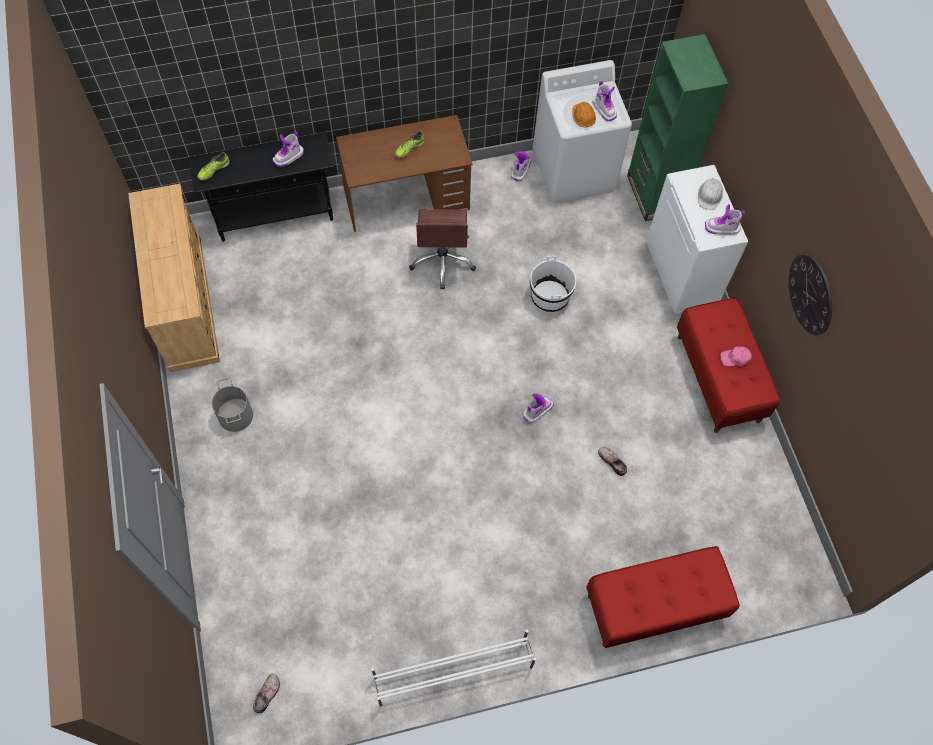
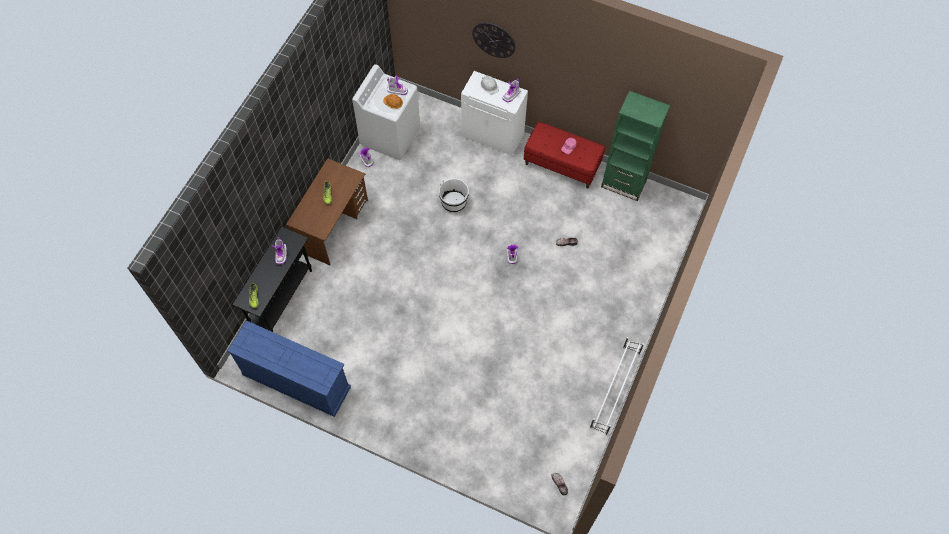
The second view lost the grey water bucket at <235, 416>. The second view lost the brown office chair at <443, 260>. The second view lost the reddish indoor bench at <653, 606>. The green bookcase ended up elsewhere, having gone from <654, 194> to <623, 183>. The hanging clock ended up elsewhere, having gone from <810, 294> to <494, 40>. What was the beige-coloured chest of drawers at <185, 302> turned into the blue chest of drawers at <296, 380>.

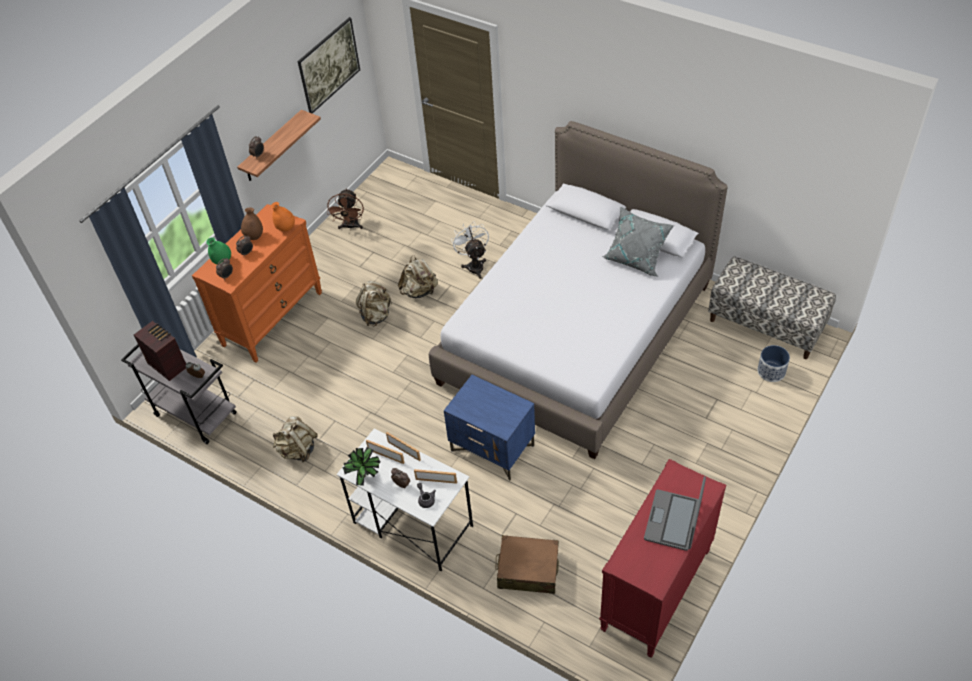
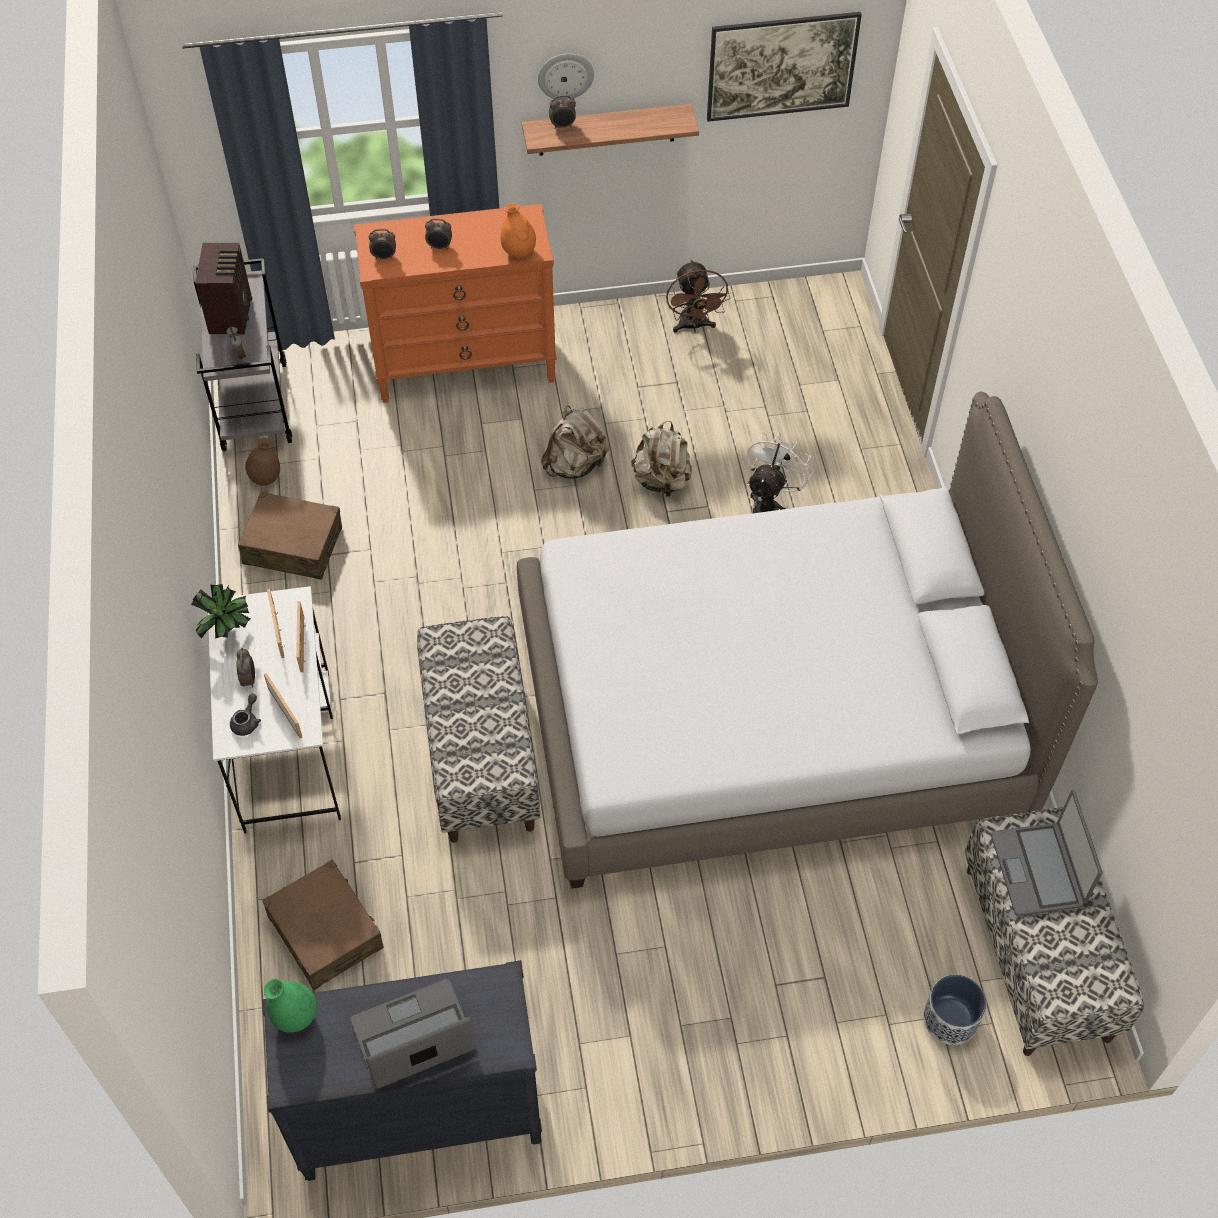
The second view lost the grey throw pillow at <636, 259>. The second view gained the hanging clock at <565, 75>. The second view gained the notebook computer at <1038, 870>. The green flower vase ended up elsewhere, having gone from <222, 261> to <295, 1016>. The brown flower vase ended up elsewhere, having gone from <254, 236> to <266, 478>. Where the beige-coloured knapsack stood at <298, 450>, the brown piece of luggage came to stand at <293, 546>. Where the blue nightstand stood at <493, 448>, the indoor bench came to stand at <482, 754>. What was the reddish chest of drawers at <656, 591> turned into the black-coloured chest of drawers at <418, 1116>. The brown fan at <350, 227> ended up facing another way, 60 degrees counterclockwise from before.

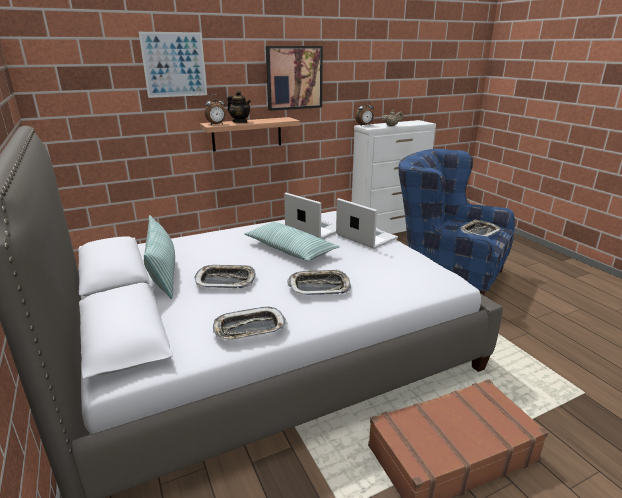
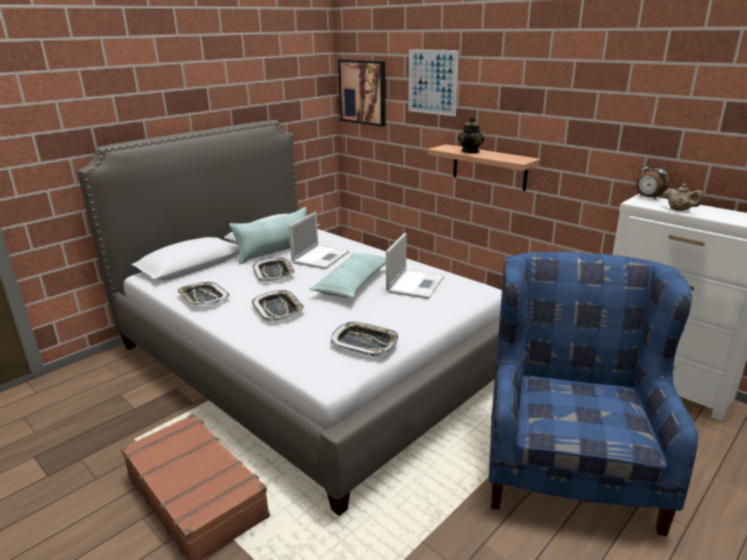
The second view lost the table clock at <217, 124>. The wall picture ended up elsewhere, having gone from <294, 78> to <363, 92>. The notebook computer ended up elsewhere, having gone from <365, 236> to <321, 257>. The serving tray ended up elsewhere, having gone from <479, 232> to <364, 343>.

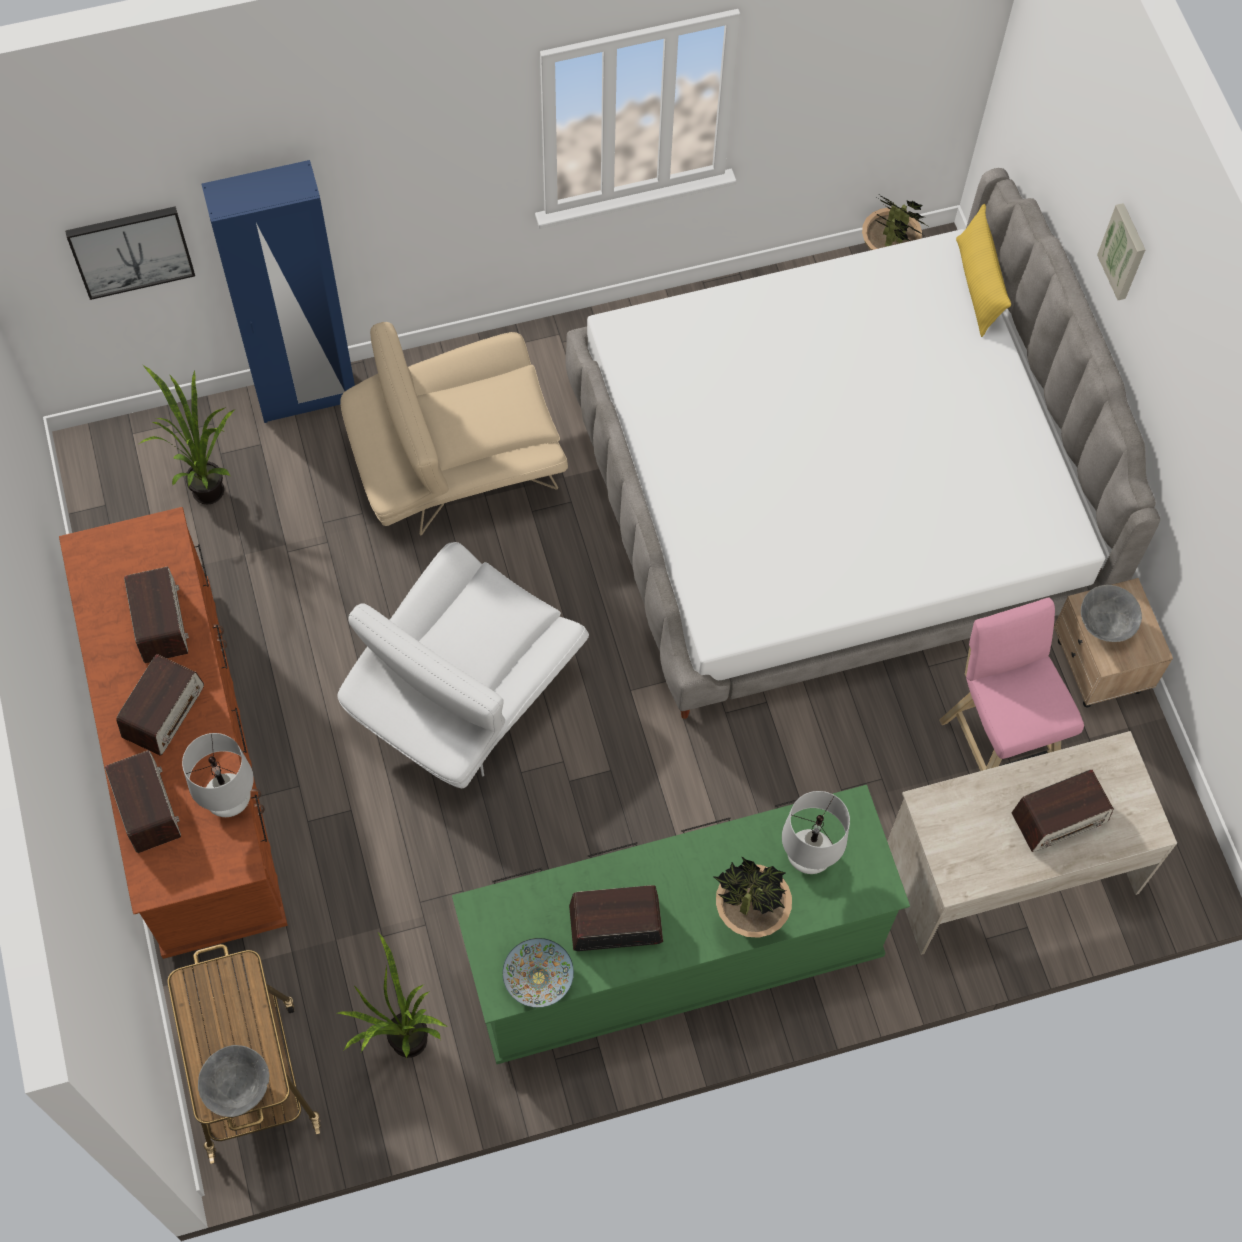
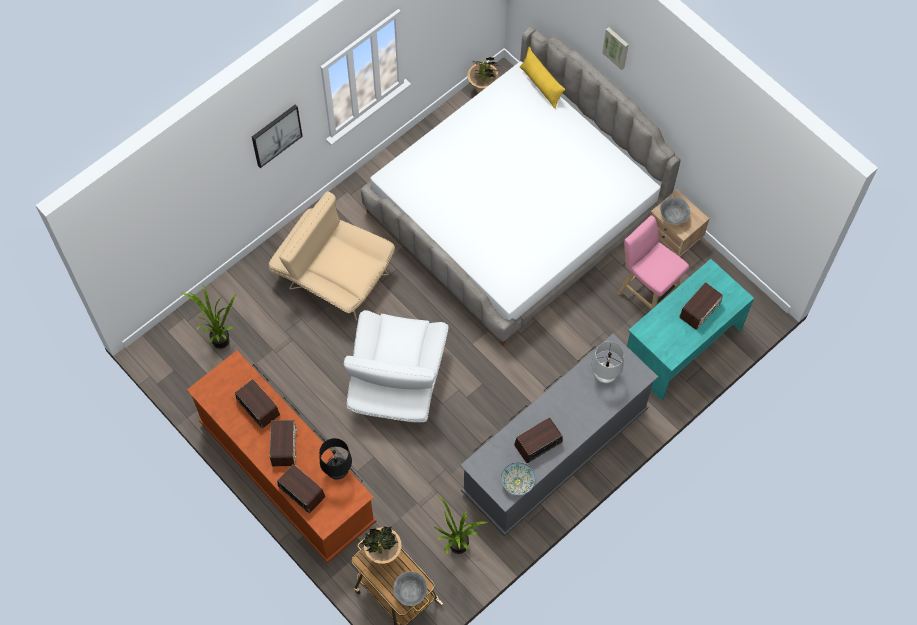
The second view lost the blue wardrobe at <307, 397>. The wall picture ended up elsewhere, having gone from <131, 250> to <276, 135>. The houseplant ended up elsewhere, having gone from <748, 922> to <383, 555>. What was the whitish table lamp at <229, 801> turned into the black-coloured table lamp at <337, 471>. What was the green chest of drawers at <673, 953> turned into the grey chest of drawers at <554, 451>. What was the beige-coloured desk unit at <1009, 869> turned into the turquoise desk unit at <681, 345>. The beige-coloured lounge chair at <456, 465> ended up facing another way, 75 degrees clockwise from before.

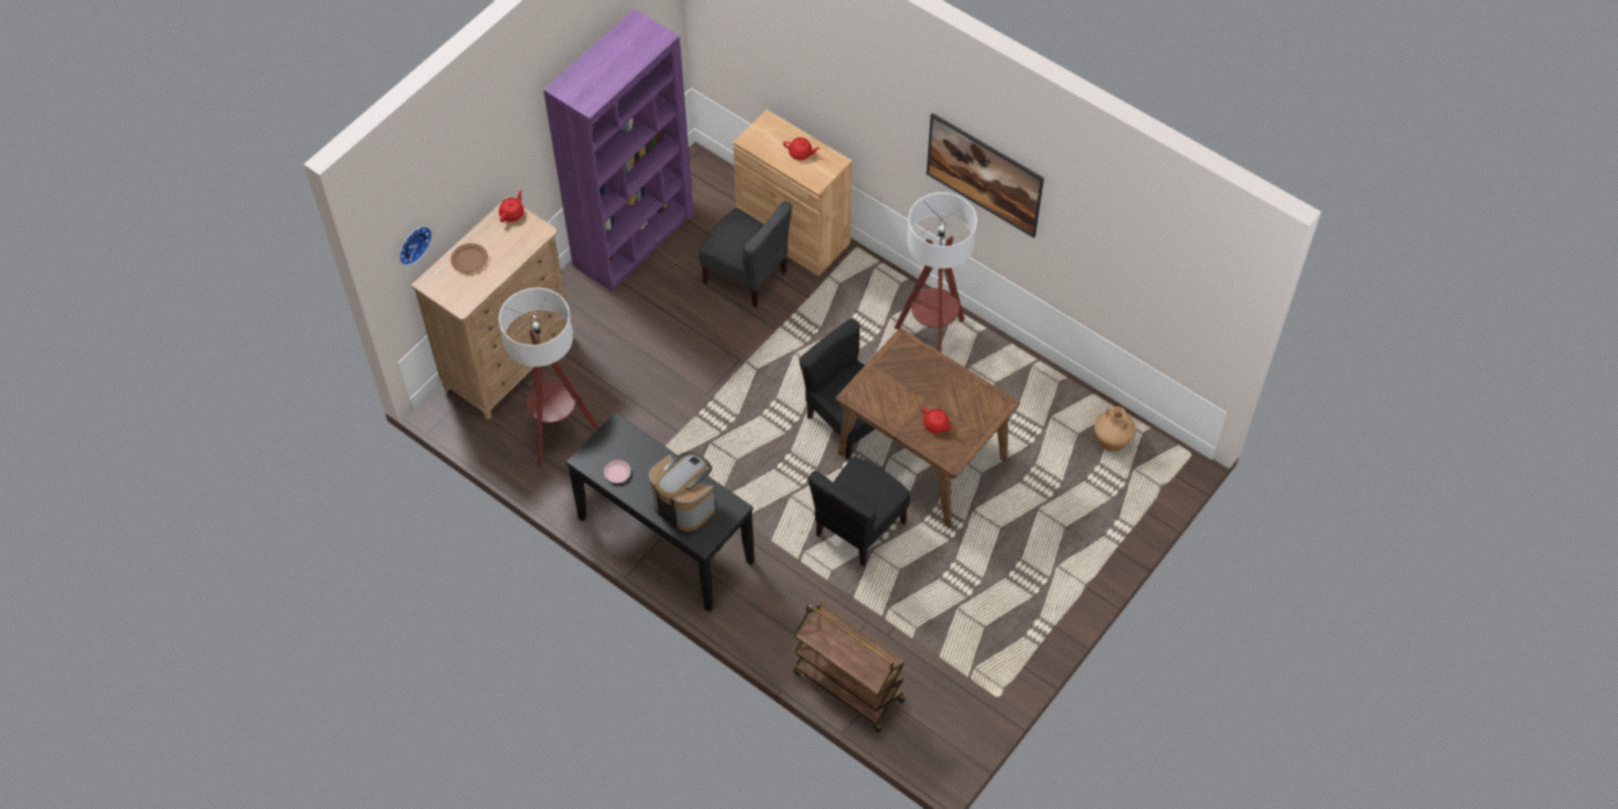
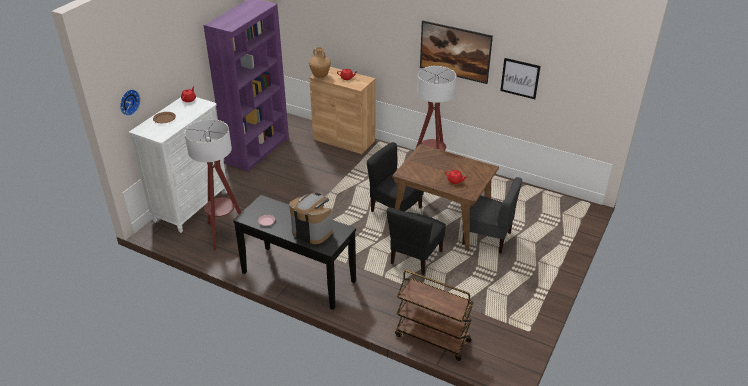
The second view gained the wall picture at <520, 78>. The grey plain chair ended up elsewhere, having gone from <746, 276> to <487, 238>. The brown flower vase ended up elsewhere, having gone from <1111, 442> to <320, 76>. What was the brown chest of drawers at <508, 362> turned into the whitish chest of drawers at <191, 206>.

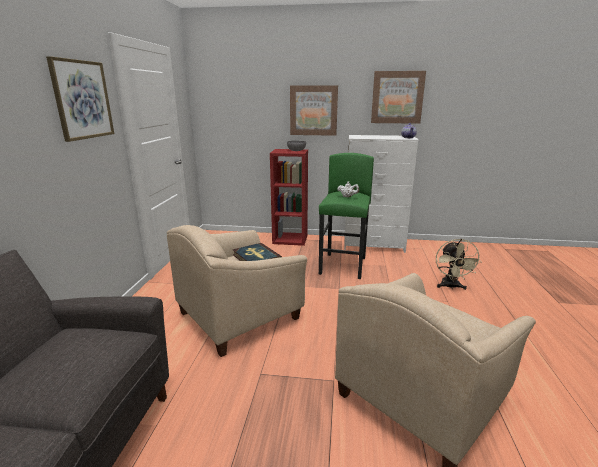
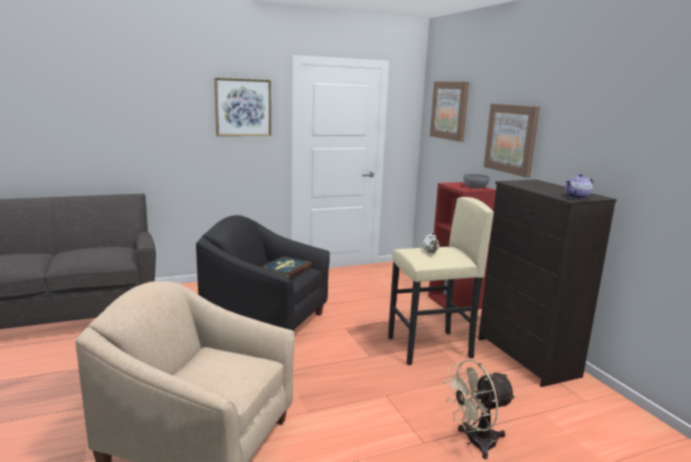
The wall picture ended up elsewhere, having gone from <397, 97> to <450, 110>. What was the beige-coloured lounge chair at <240, 316> turned into the black-coloured lounge chair at <266, 321>. What was the green sitting stool at <343, 266> turned into the beige-coloured sitting stool at <430, 348>. What was the whitish chest of drawers at <374, 245> turned into the black-coloured chest of drawers at <527, 358>.

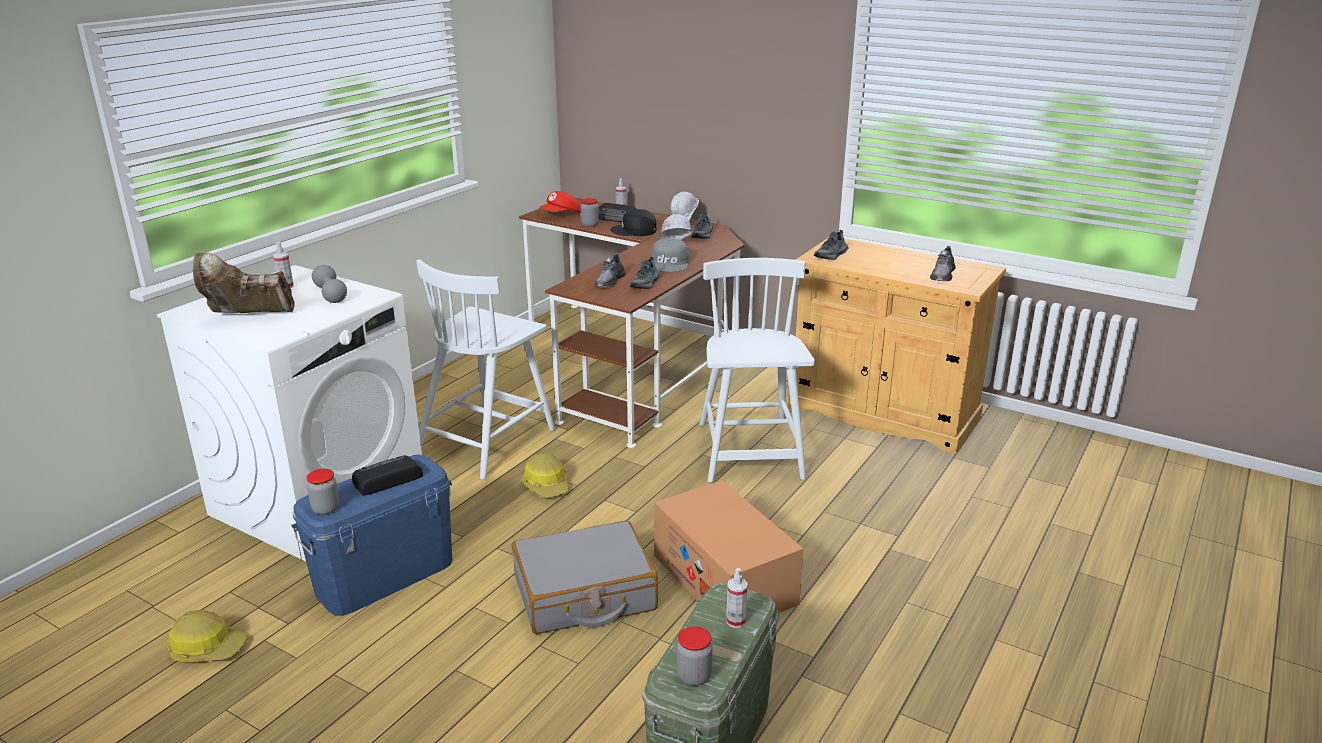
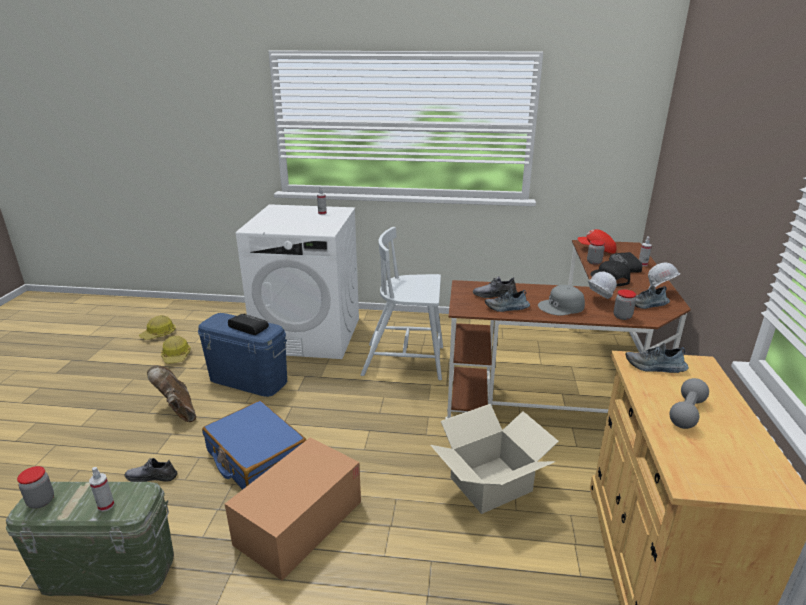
The brown boot ended up elsewhere, having gone from <248, 318> to <178, 411>. The jar ended up elsewhere, having gone from <326, 509> to <622, 316>. The grey free weight ended up elsewhere, having gone from <330, 294> to <686, 413>. The safety helmet ended up elsewhere, having gone from <547, 485> to <159, 334>. The grey item of footwear ended up elsewhere, having gone from <942, 275> to <152, 476>. Where the whitish plain chair stood at <750, 452>, the carton came to stand at <491, 484>. What was the grey piece of luggage at <584, 594> turned into the blue piece of luggage at <256, 458>.

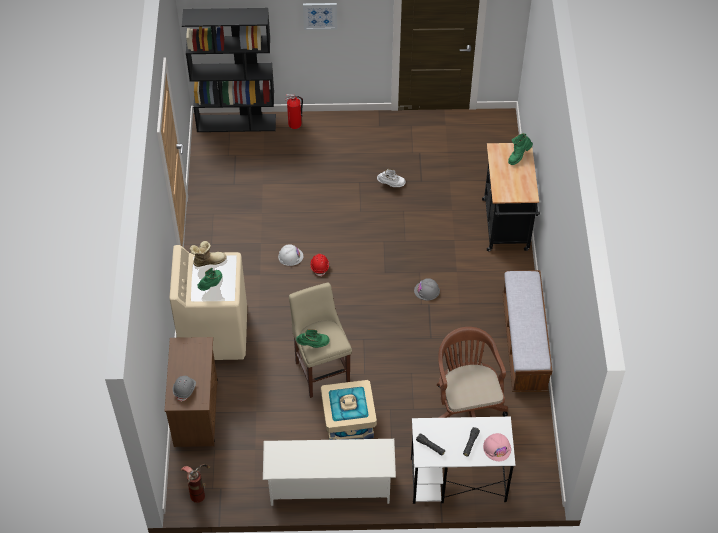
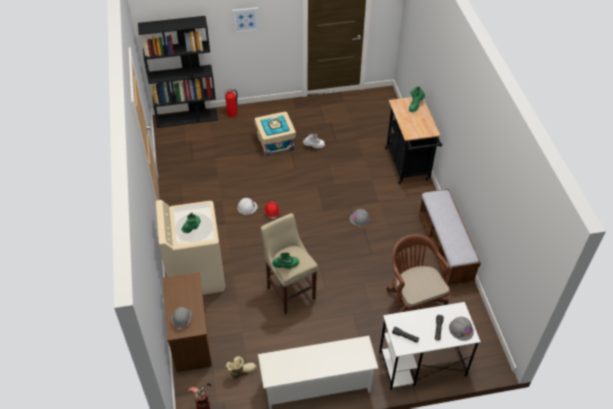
The boot ended up elsewhere, having gone from <208, 260> to <241, 372>. The beige-coloured storage bin ended up elsewhere, having gone from <348, 421> to <275, 142>. What was the pink safety helmet at <497, 448> turned into the grey safety helmet at <461, 329>.

